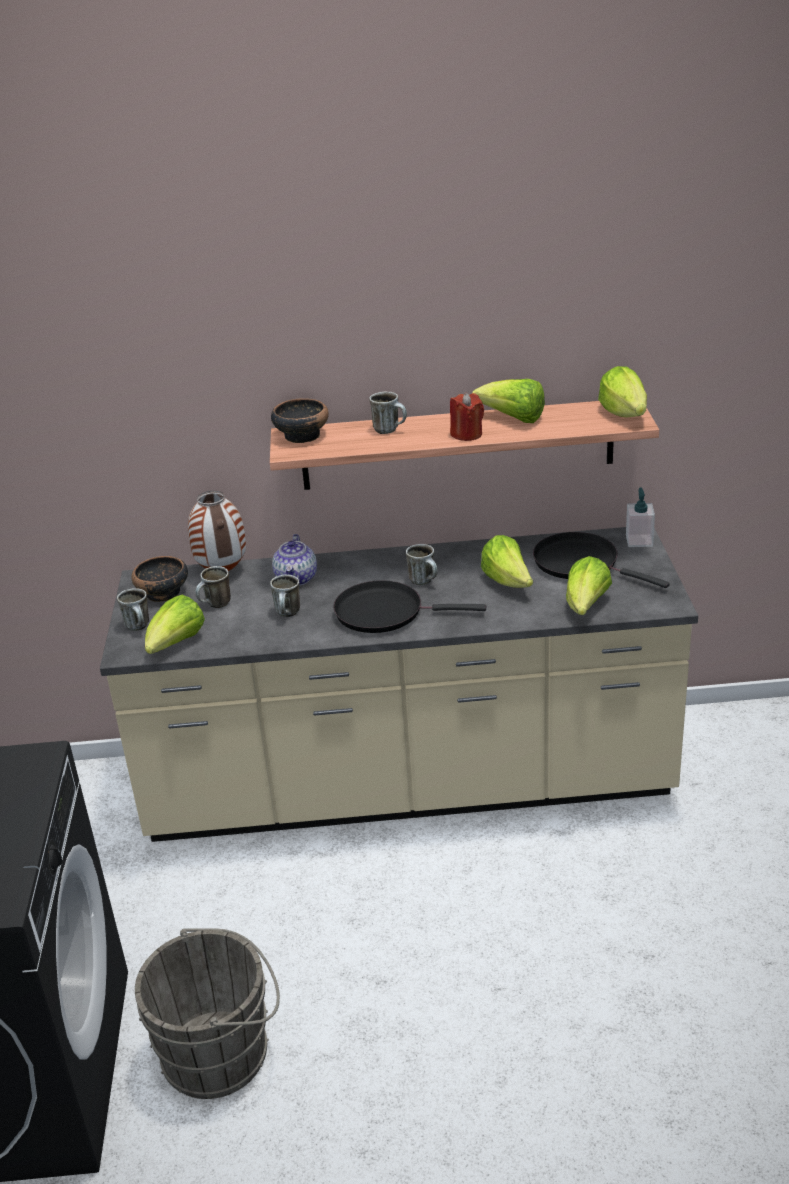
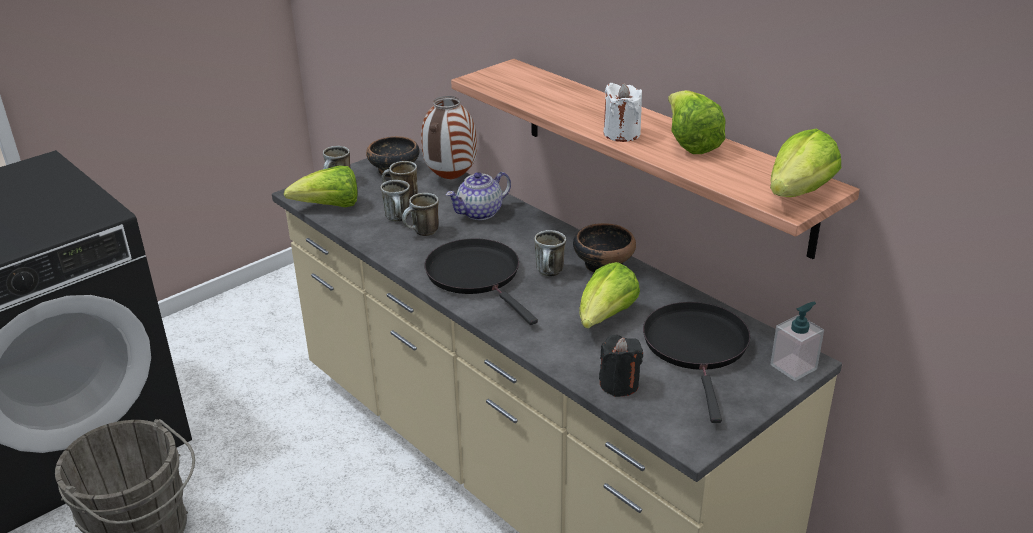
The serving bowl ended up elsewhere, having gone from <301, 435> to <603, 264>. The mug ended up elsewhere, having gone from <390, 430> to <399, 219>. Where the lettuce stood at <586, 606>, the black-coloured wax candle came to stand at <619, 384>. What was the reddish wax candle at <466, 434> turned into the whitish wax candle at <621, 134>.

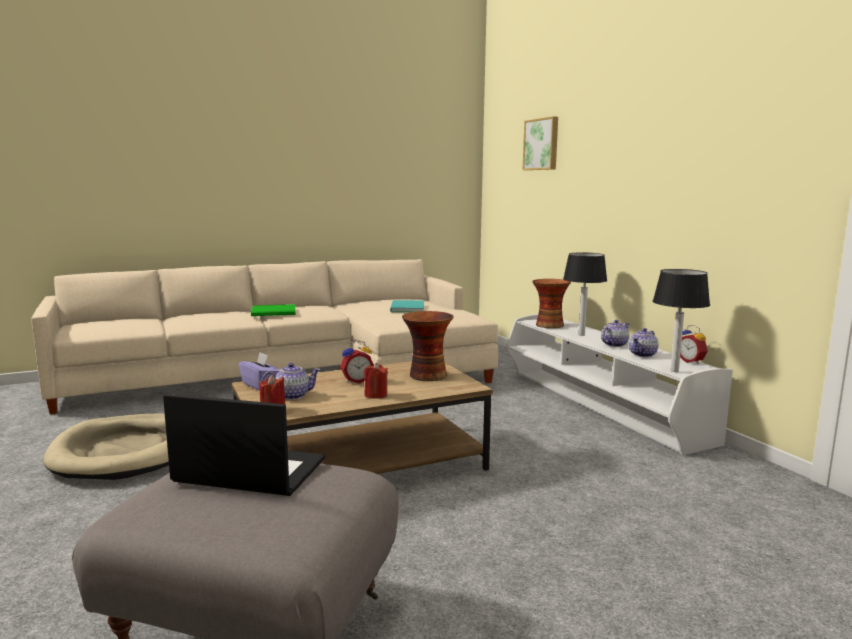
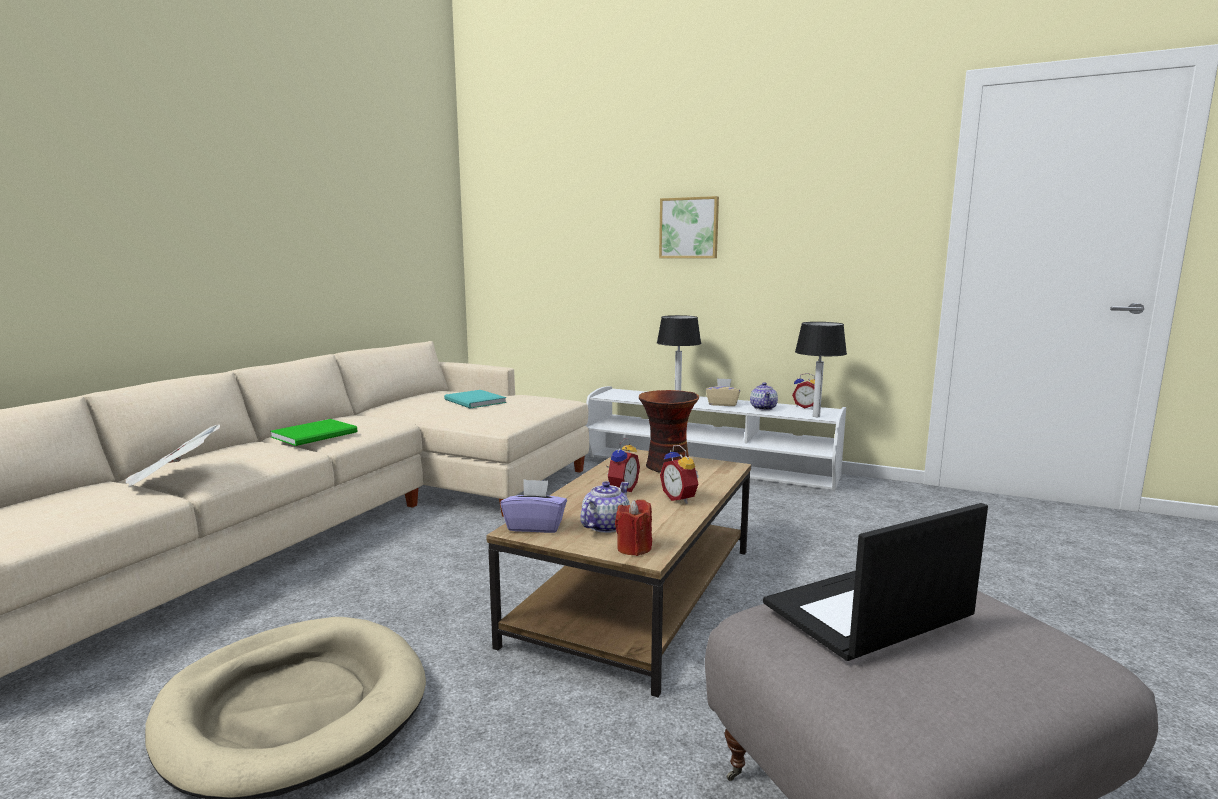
The second view lost the flower vase at <549, 325>. The second view gained the daily paper at <173, 479>. The wall picture ended up elsewhere, having gone from <542, 144> to <689, 228>. Where the reddish wax candle stood at <376, 395>, the table clock came to stand at <681, 498>. Where the teapot stood at <614, 344>, the beige-coloured box of tissues came to stand at <722, 404>.

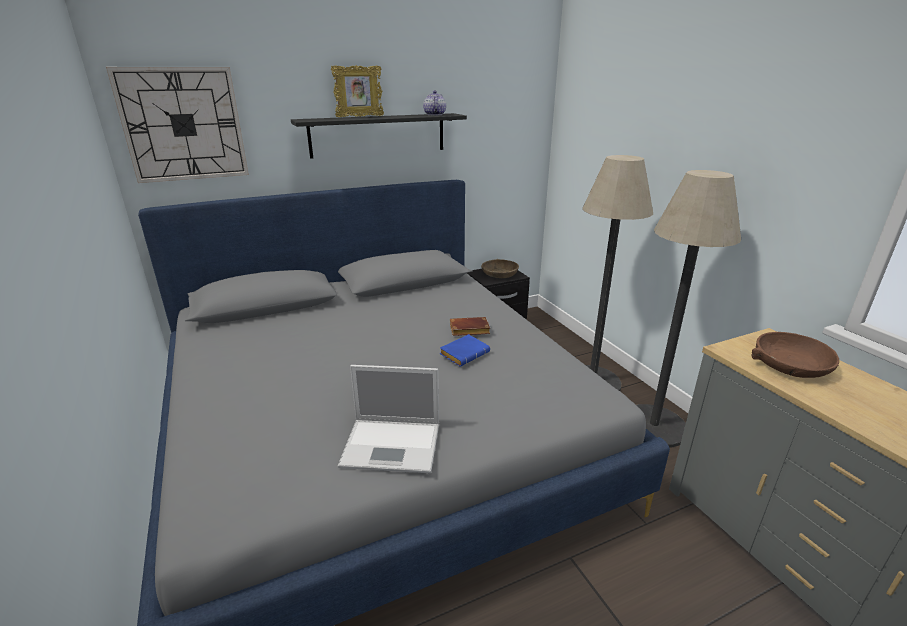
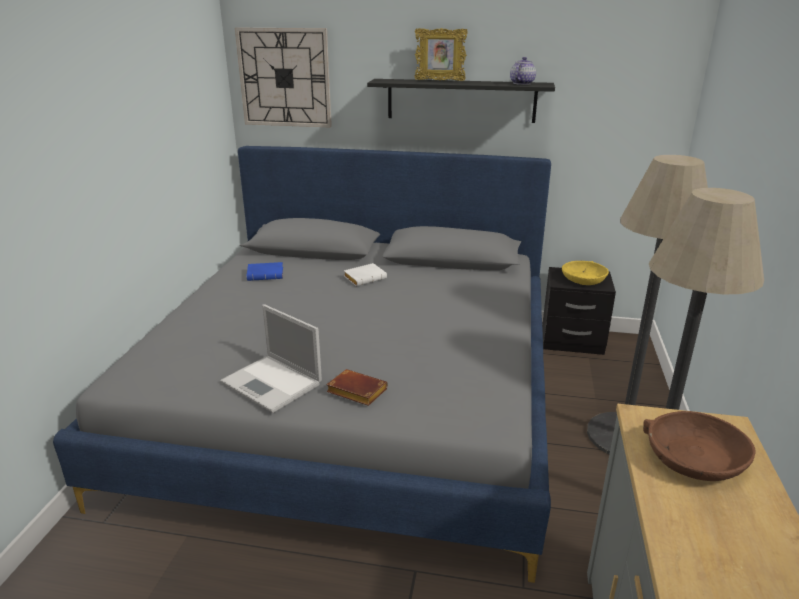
The second view gained the whitish book at <365, 278>. The blue book ended up elsewhere, having gone from <464, 353> to <266, 275>. The brown book ended up elsewhere, having gone from <468, 330> to <355, 392>. What was the brown serving bowl at <499, 274> turned into the yellow-coloured serving bowl at <583, 279>.

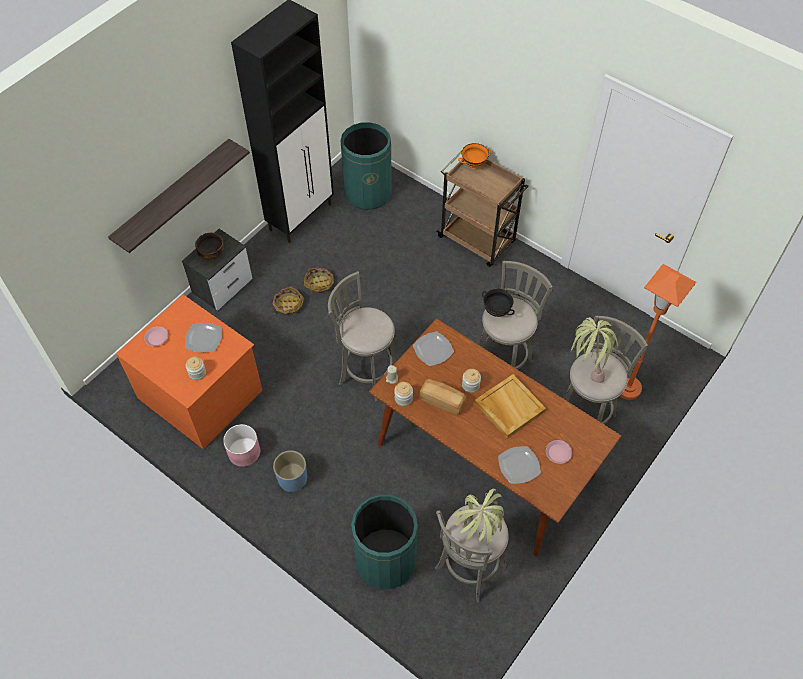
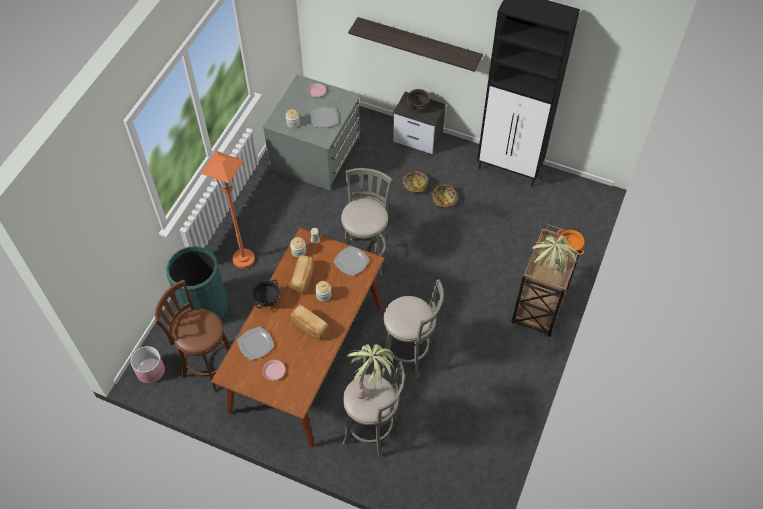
The second view lost the blue flower pot at <292, 479>. The second view lost the green trash can at <368, 193>. The pink flower pot ended up elsewhere, having gone from <243, 452> to <150, 370>. The houseplant ended up elsewhere, having gone from <476, 536> to <548, 276>. The black-coloured serving bowl ended up elsewhere, having gone from <496, 311> to <267, 300>. The orangey standing lamp ended up elsewhere, having gone from <628, 388> to <243, 259>. Where the beige-coloured serving tray stood at <509, 407>, the bread came to stand at <309, 327>. What was the orangey chest of drawers at <201, 392> turned into the grey chest of drawers at <317, 154>. What was the grey sitting stool at <468, 570> turned into the brown sitting stool at <207, 365>.

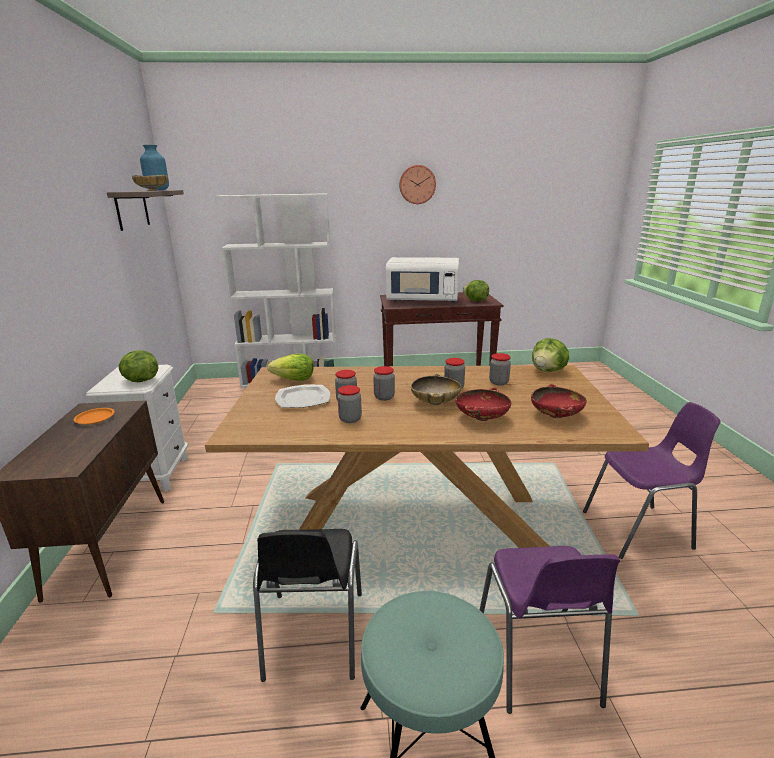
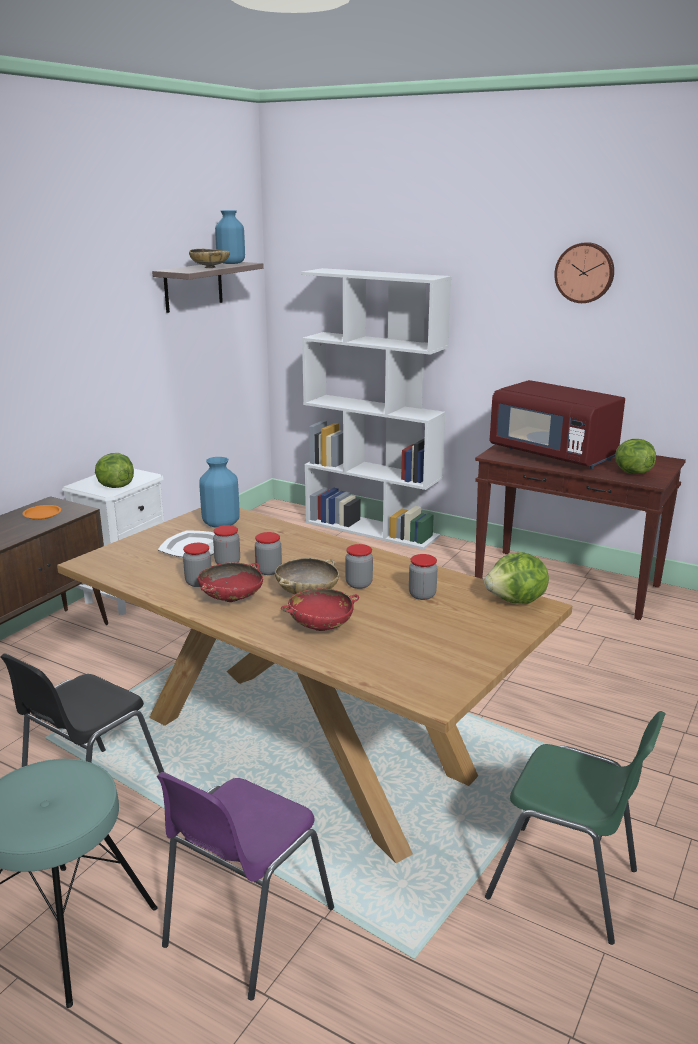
The reddish serving bowl ended up elsewhere, having gone from <556, 415> to <231, 599>. Where the lettuce stood at <294, 379>, the blue flower vase came to stand at <221, 524>. What was the whitish microwave oven at <423, 300> turned into the reddish microwave oven at <553, 455>. What was the purple-coloured plain chair at <639, 530> turned into the green plain chair at <566, 885>.

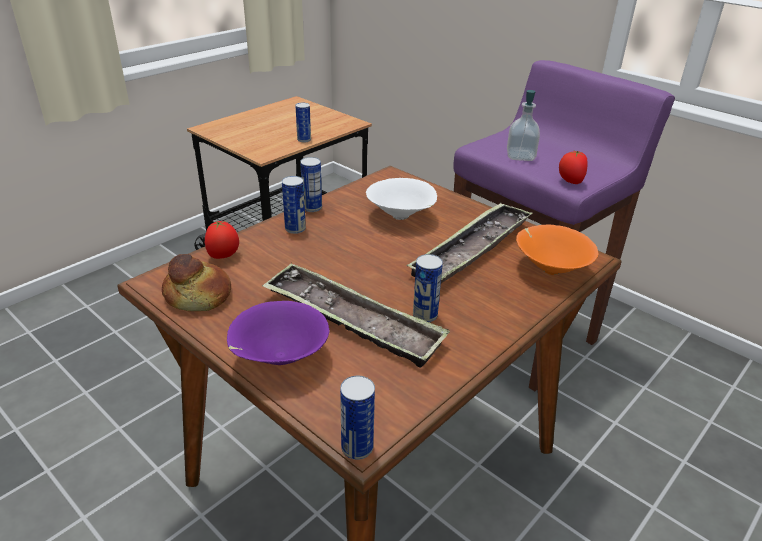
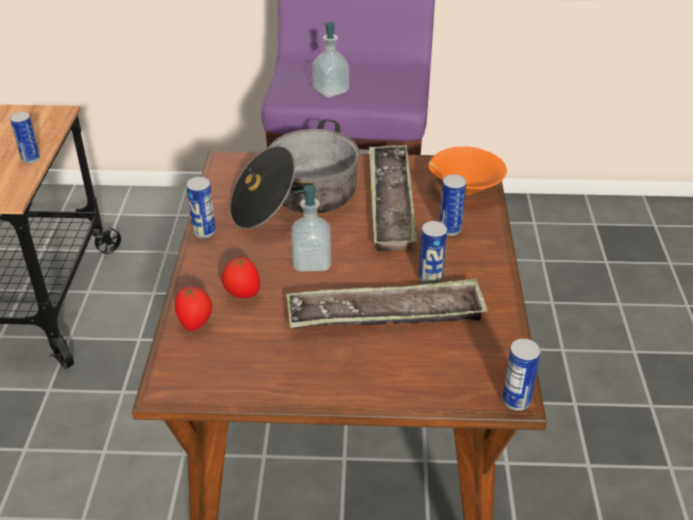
The second view lost the bread at <199, 295>. The second view lost the purple-coloured serving bowl at <279, 358>. The second view gained the liquid soap bottle at <311, 262>. The can ended up elsewhere, having gone from <295, 229> to <450, 229>. The fresh tomato ended up elsewhere, having gone from <570, 181> to <242, 294>. Where the whitish serving bowl stood at <401, 217>, the stockpot came to stand at <296, 200>.

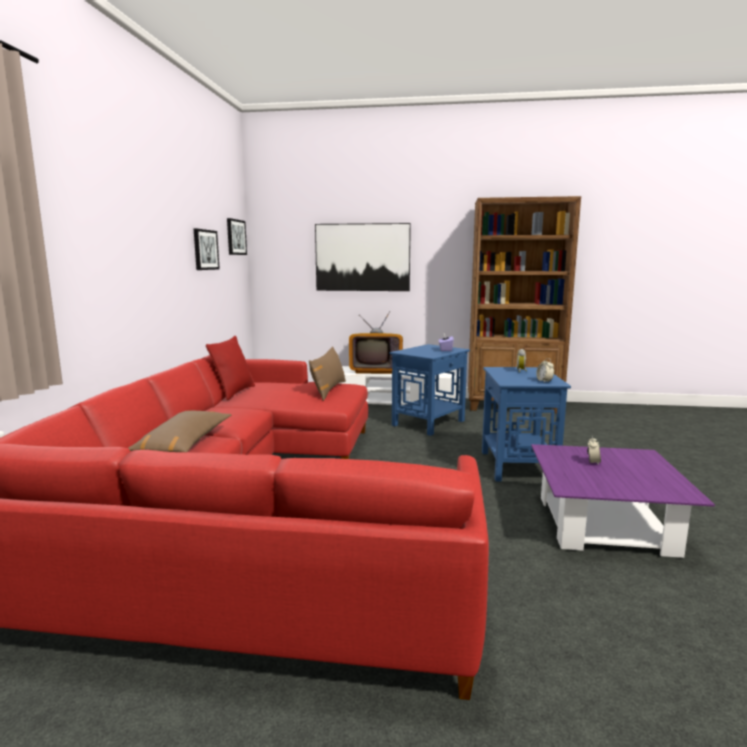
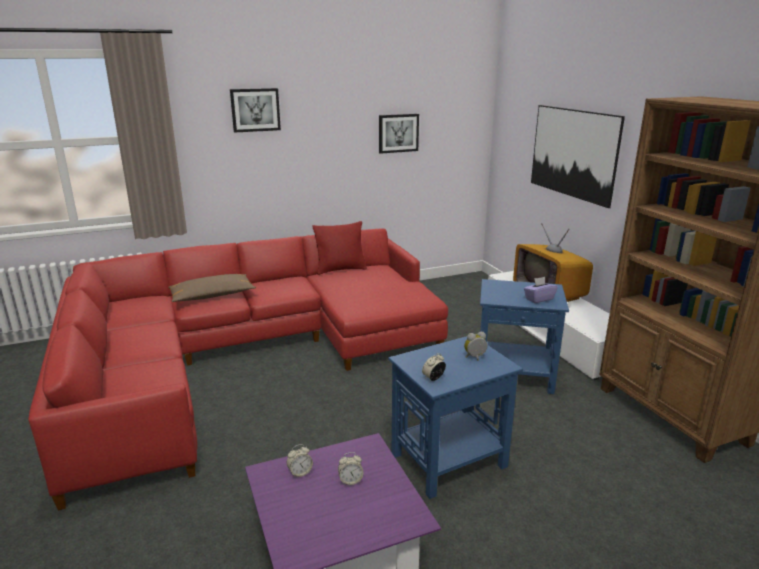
The second view lost the brown throw pillow at <328, 390>. The second view gained the table clock at <300, 472>. The wall picture ended up elsewhere, having gone from <235, 237> to <255, 110>.

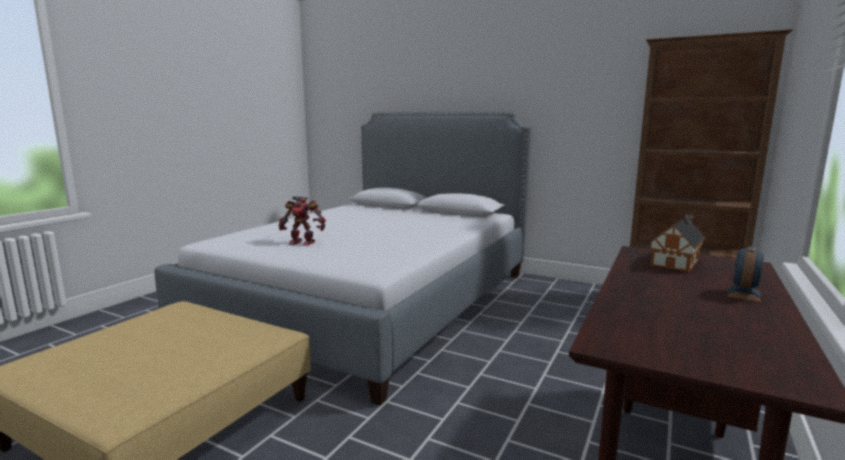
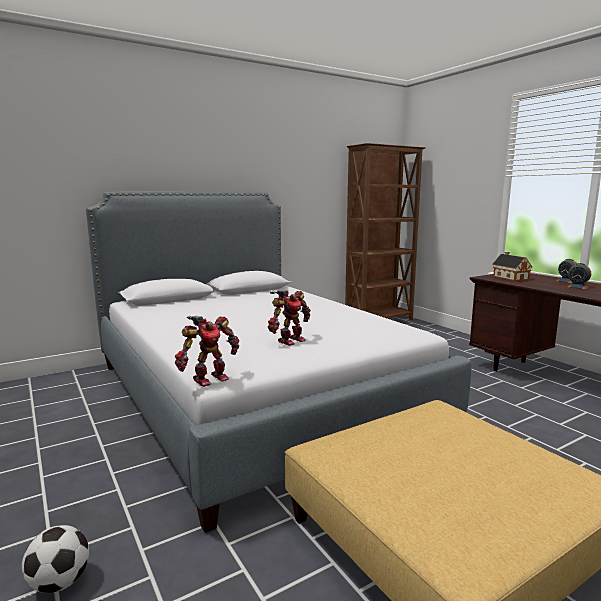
The second view gained the football ball at <59, 583>. The second view gained the toy robot at <209, 378>. The second view gained the table clock at <577, 287>.

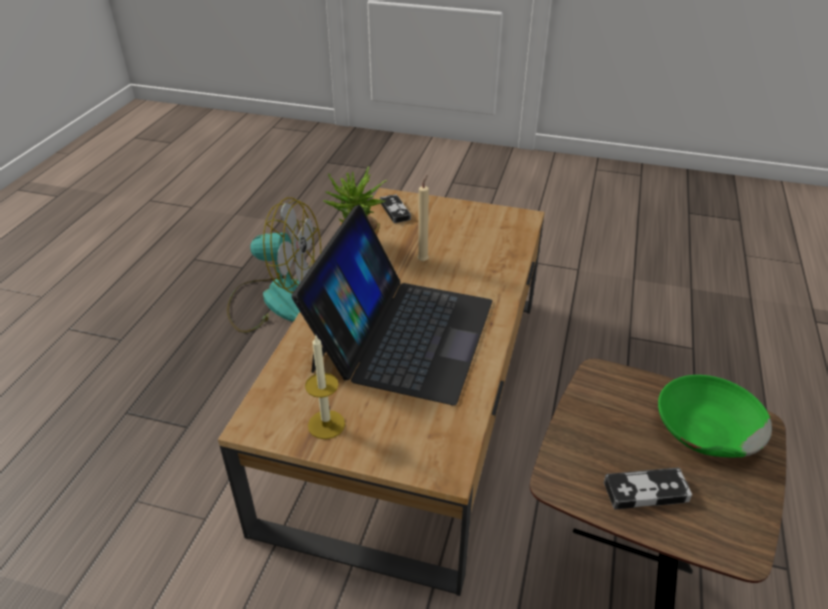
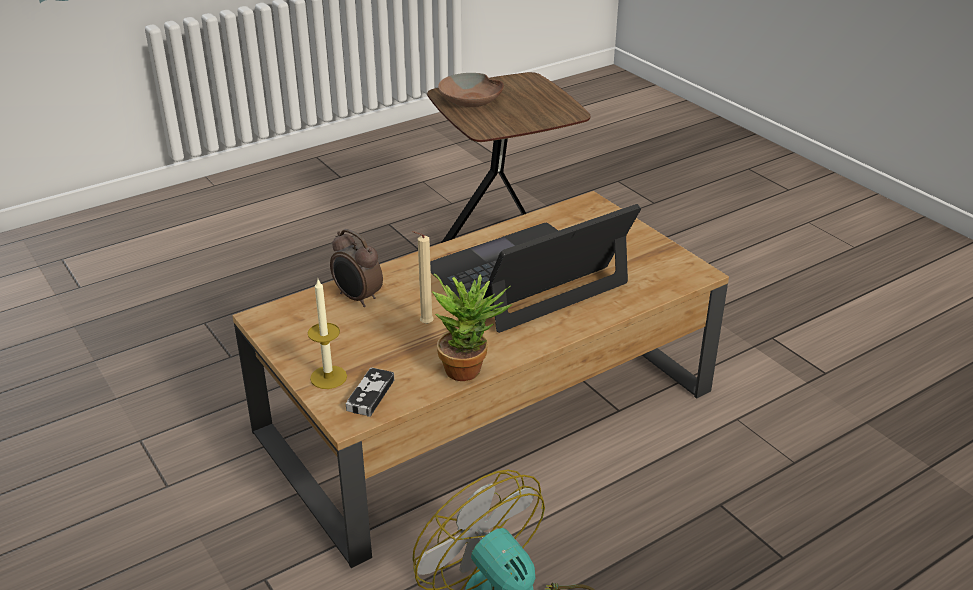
The second view lost the game controller at <646, 491>. The second view gained the table clock at <357, 298>. The wax candle ended up elsewhere, having gone from <326, 424> to <328, 377>. What was the green serving bowl at <705, 428> turned into the brown serving bowl at <471, 100>.

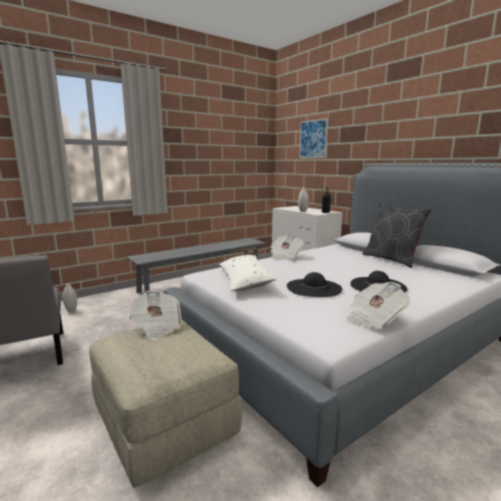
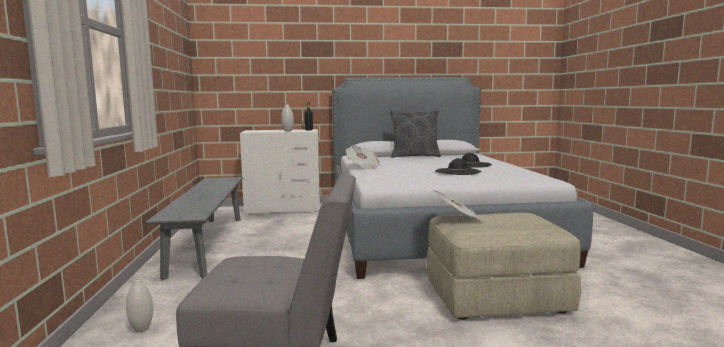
The second view lost the whitish throw pillow at <245, 280>. The second view lost the wall picture at <313, 139>. The second view lost the daily paper at <374, 319>.

